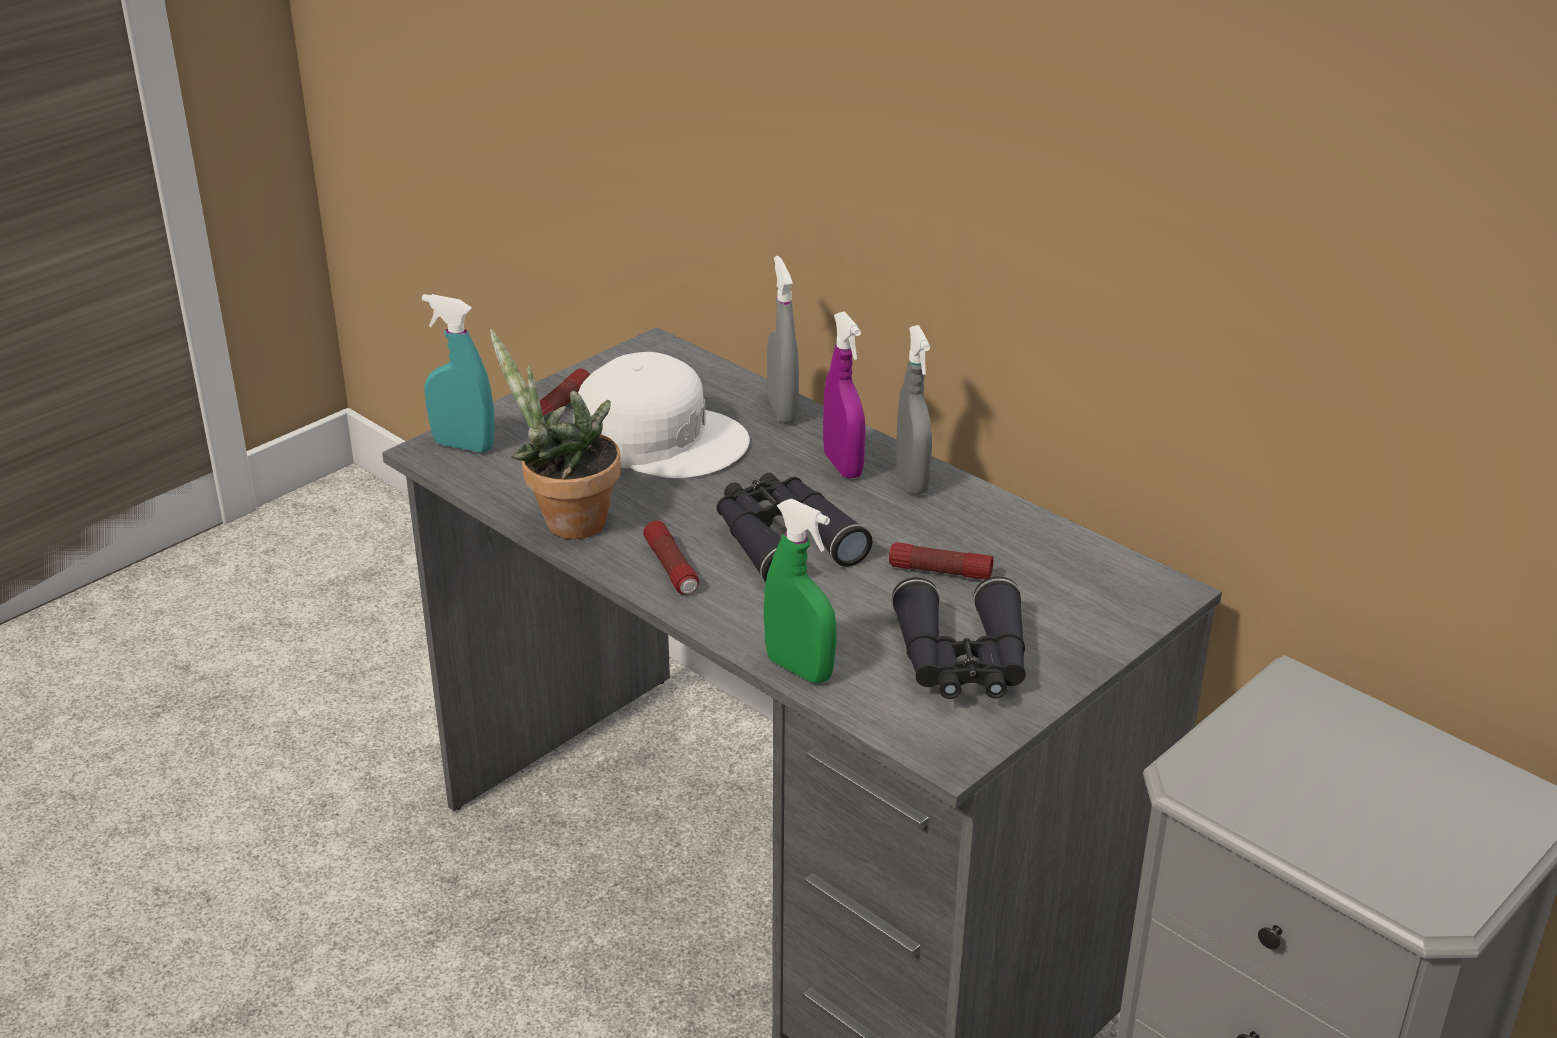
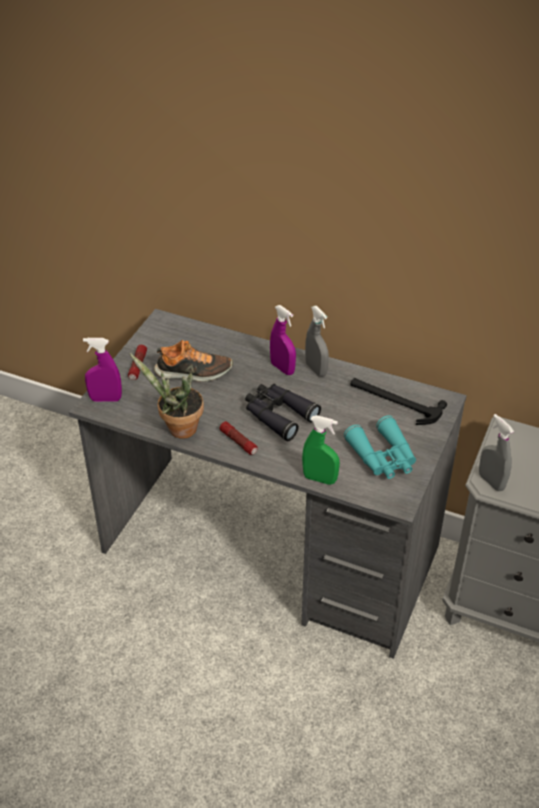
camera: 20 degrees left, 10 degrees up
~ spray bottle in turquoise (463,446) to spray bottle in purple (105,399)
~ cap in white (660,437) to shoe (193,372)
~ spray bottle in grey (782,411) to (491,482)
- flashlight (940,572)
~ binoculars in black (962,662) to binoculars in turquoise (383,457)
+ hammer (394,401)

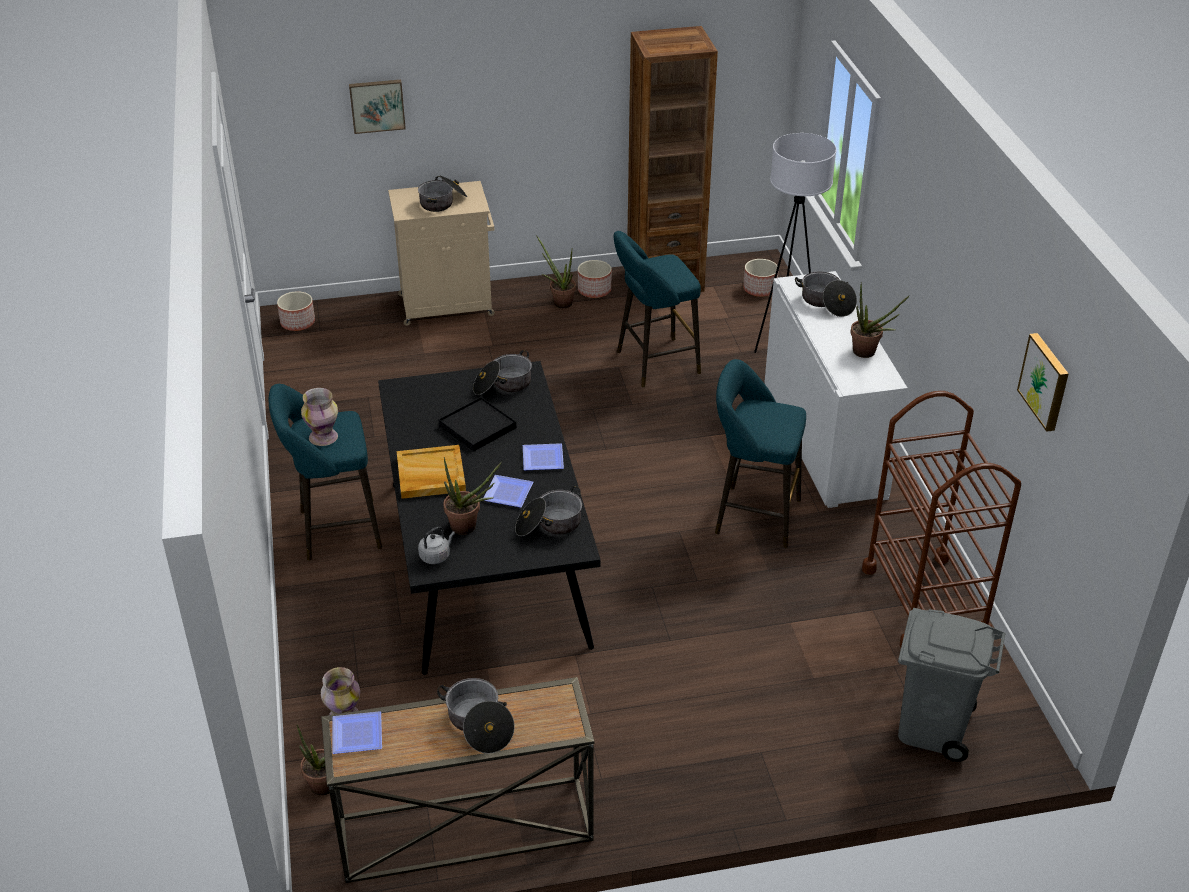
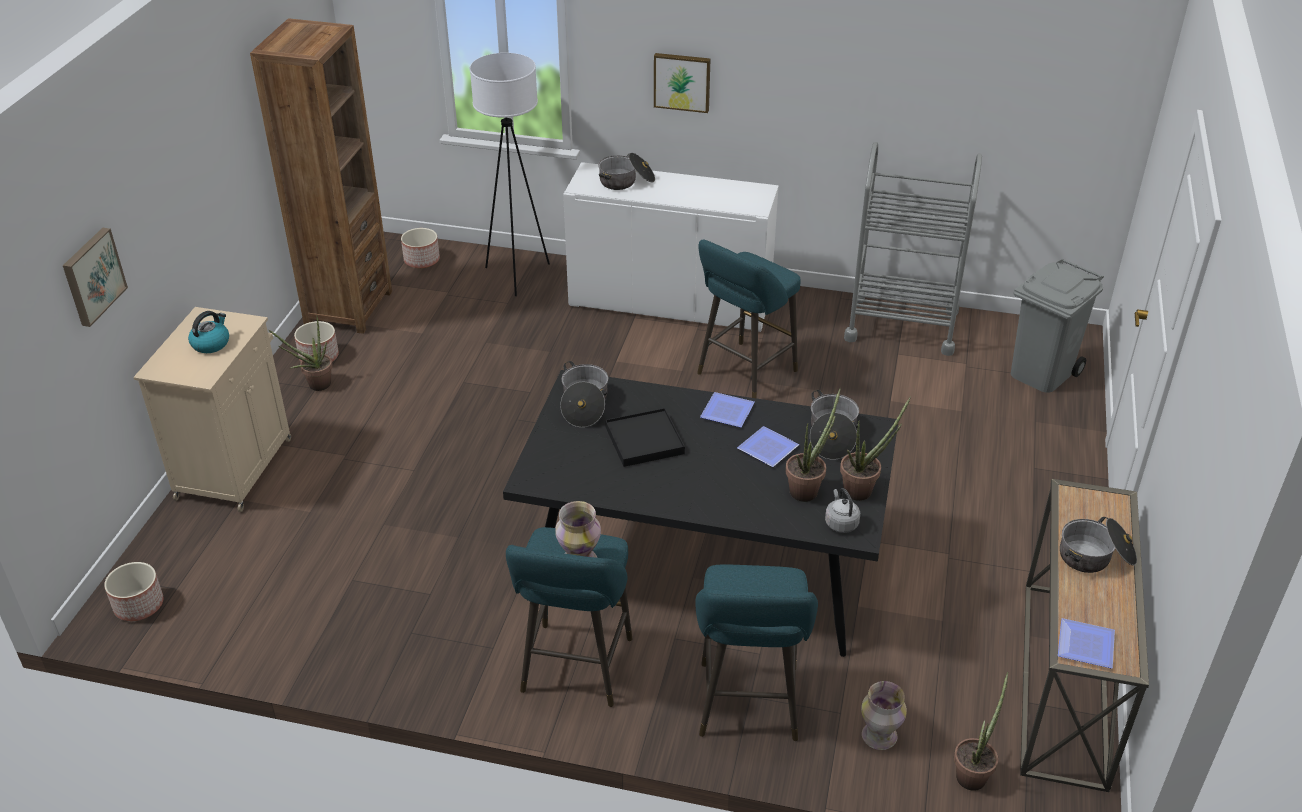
camera: 65 degrees left, 0 degrees up
- tray in beige (430,475)
~ cooking pot (443,202) to kettle (211,343)
~ stool in turquoise (653,363) to (748,707)
~ potted plant (868,353) to (863,489)
~ cart in brown (924,601) to cart in grey (901,325)
~ picture (1046,381) to (682,81)

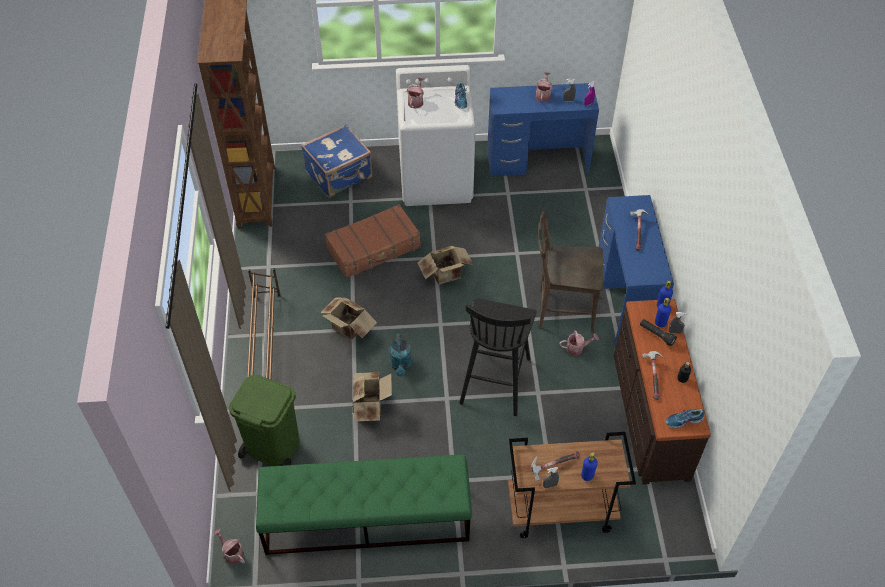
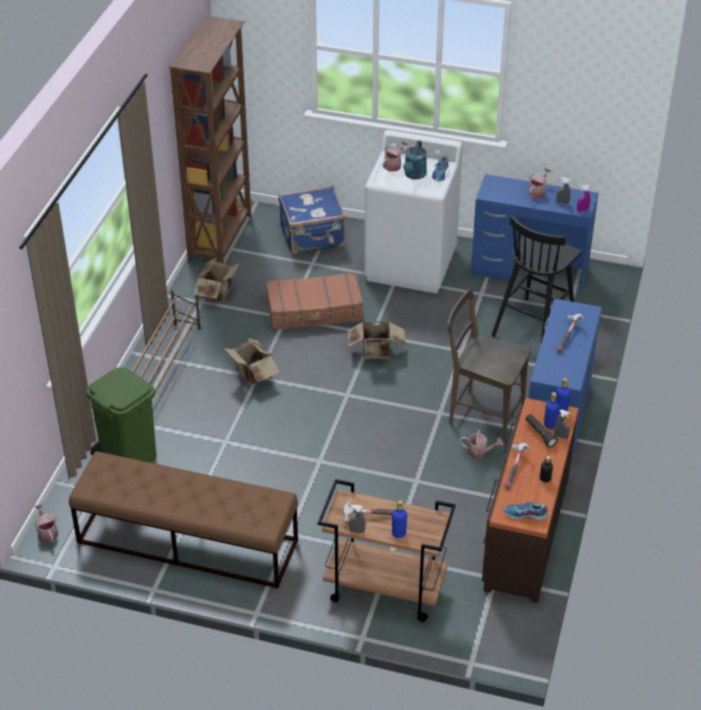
camera: 20 degrees right, 10 degrees down
~ bench in green (366,519) to bench in brown (186,541)
~ cardboard box (370,404) to (218,293)
~ watering can in turquoise (401,366) to (414,175)
~ stool in black (495,379) to (534,326)

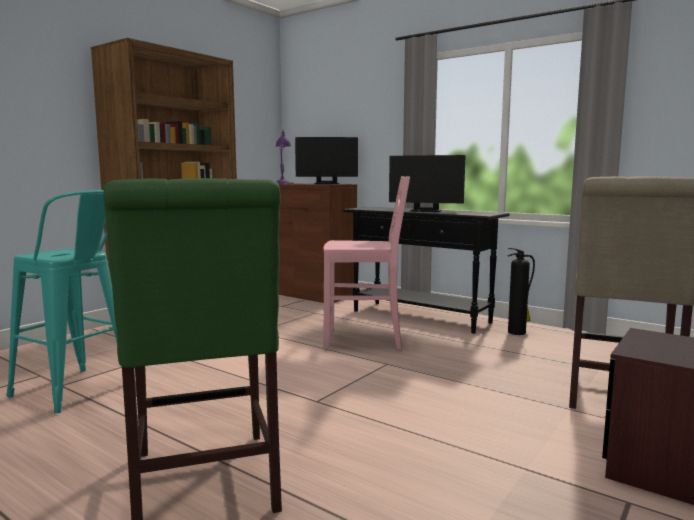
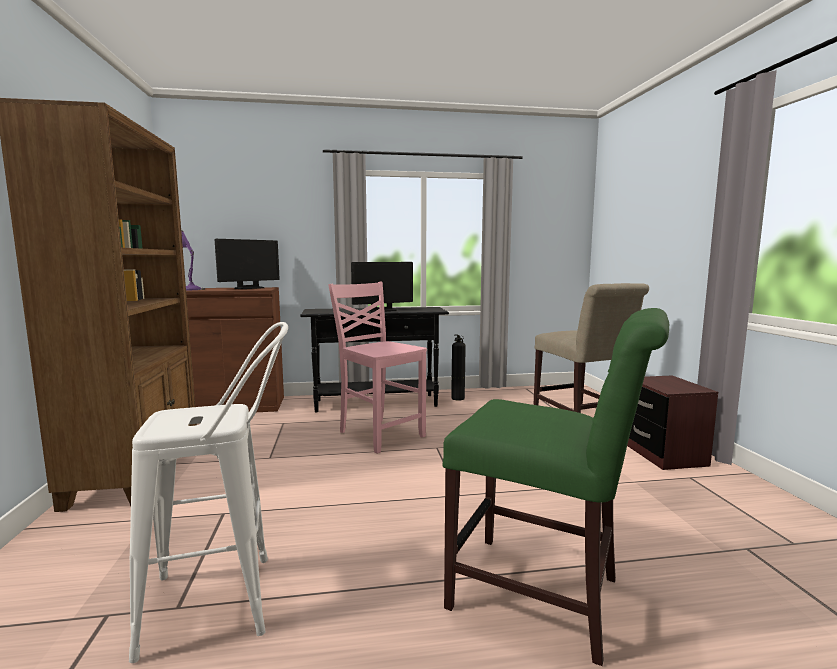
camera: 45 degrees left, 0 degrees up
~ stool in turquoise (79,392) to stool in white (227,601)
~ chair in pink (365,340) = (380,434) 90 degrees counterclockwise

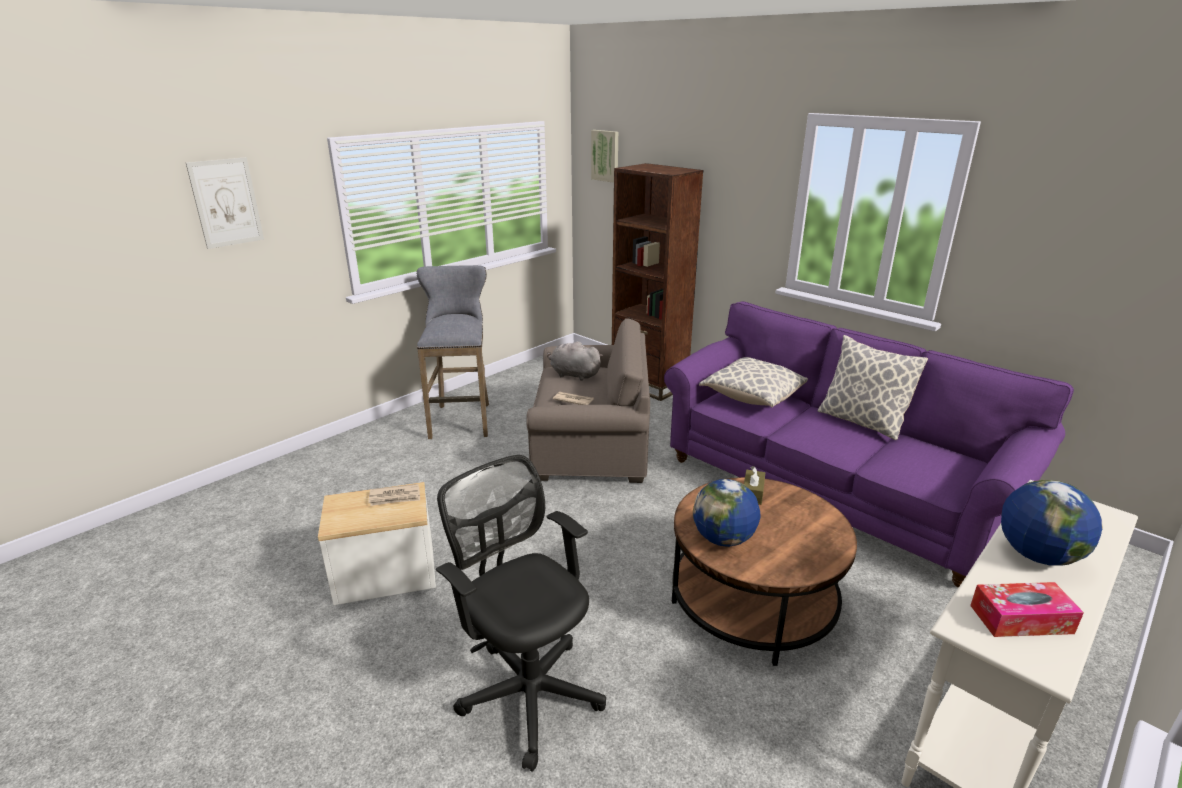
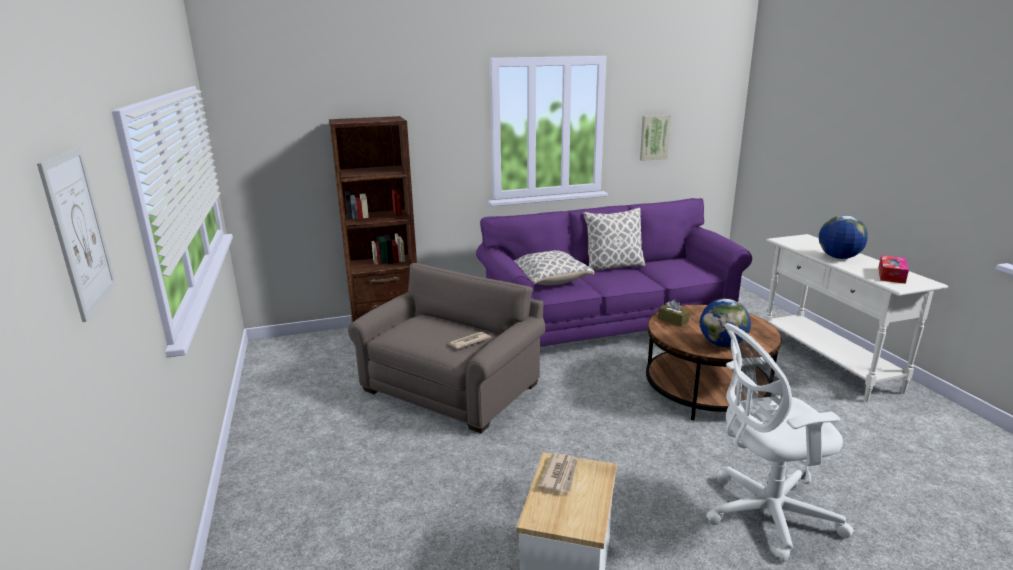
camera: 60 degrees left, 5 degrees down
- stool in grey (461,418)
~ office chair in black (527,689) to office chair in white (764,515)
- plush toy in grey (573,374)
~ picture (606,156) to (654,137)

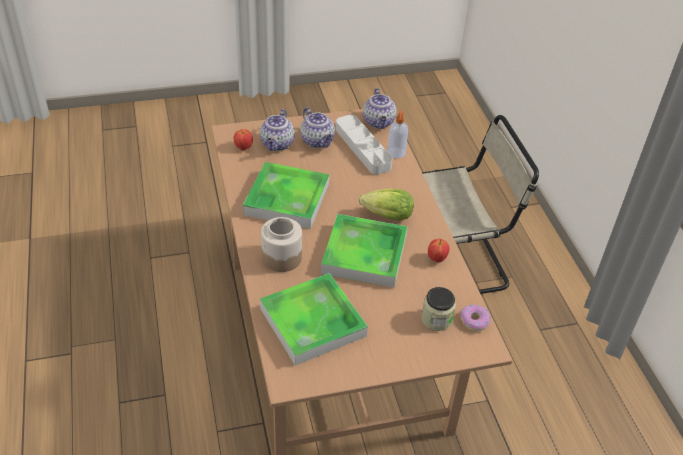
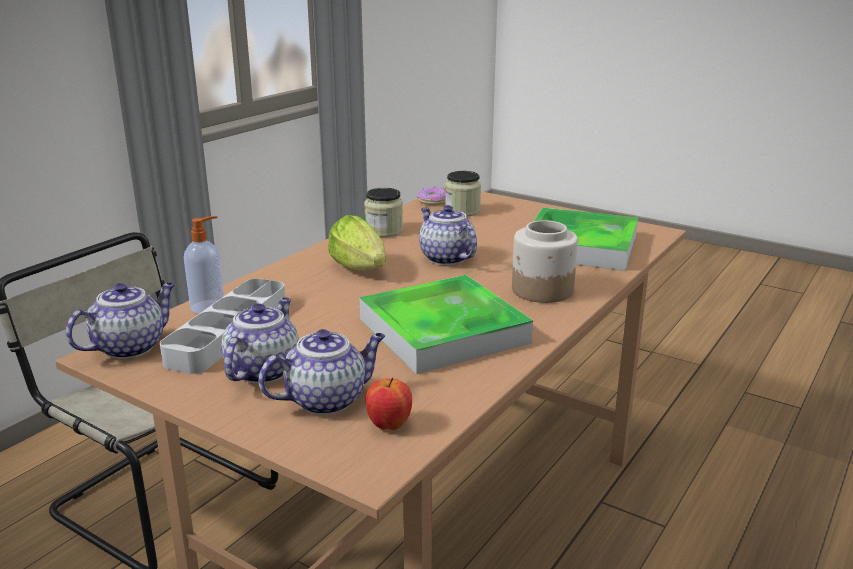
camera: 130 degrees left, 20 degrees down
~ tray (364,254) to teapot (445,258)
~ apple (436,259) to jar (384,231)

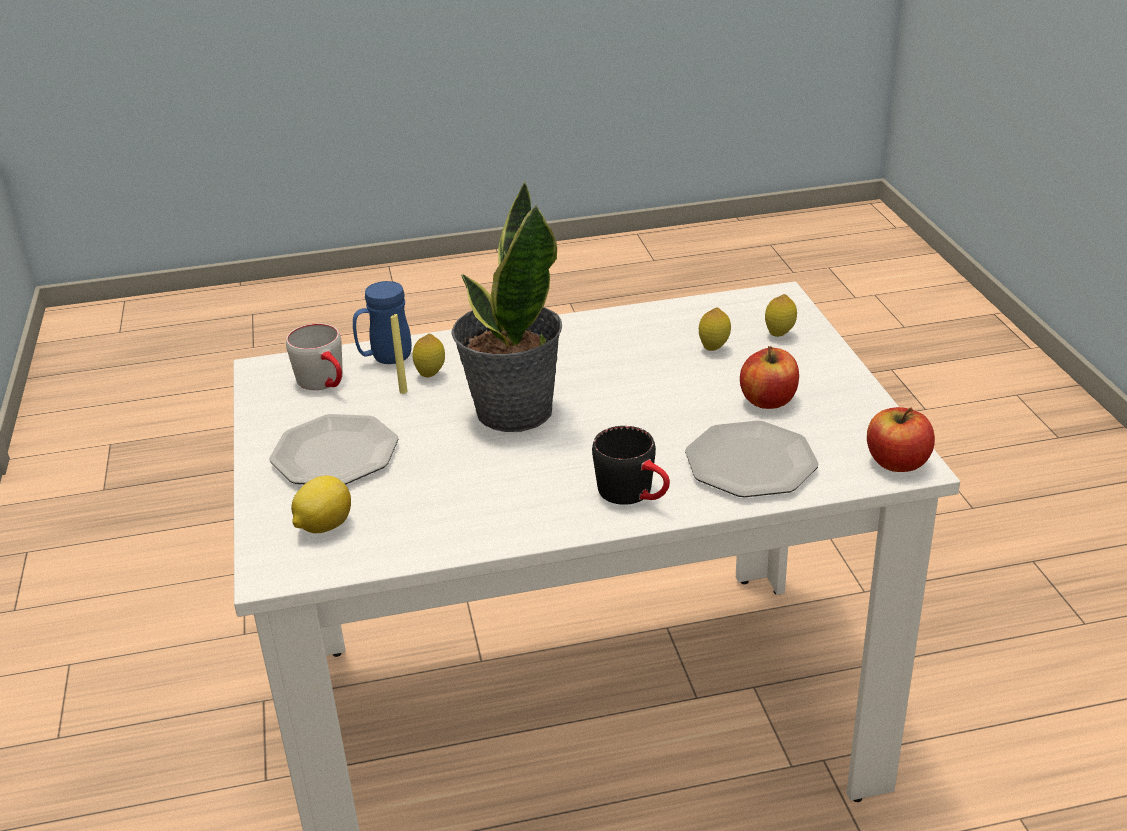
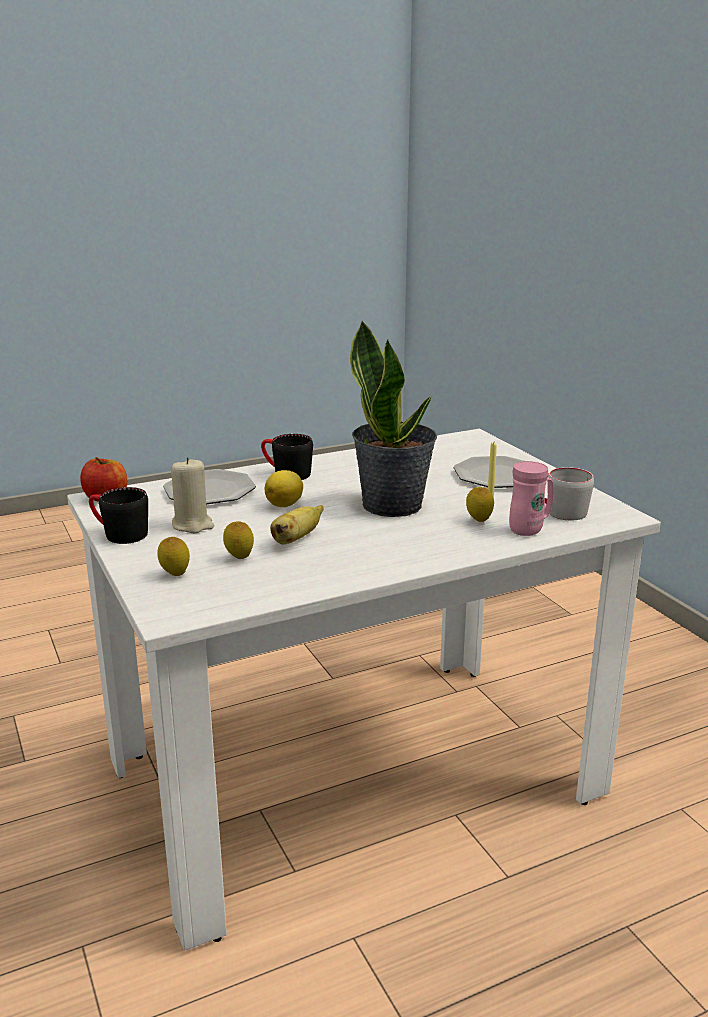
camera: 165 degrees right, 10 degrees down
~ lemon (323,526) to (285,505)
~ mug in blue (385,359) to mug in pink (530,529)
~ apple (768,400) to candle in beige (192,525)
+ mug in black (118,533)
+ banana (296,539)

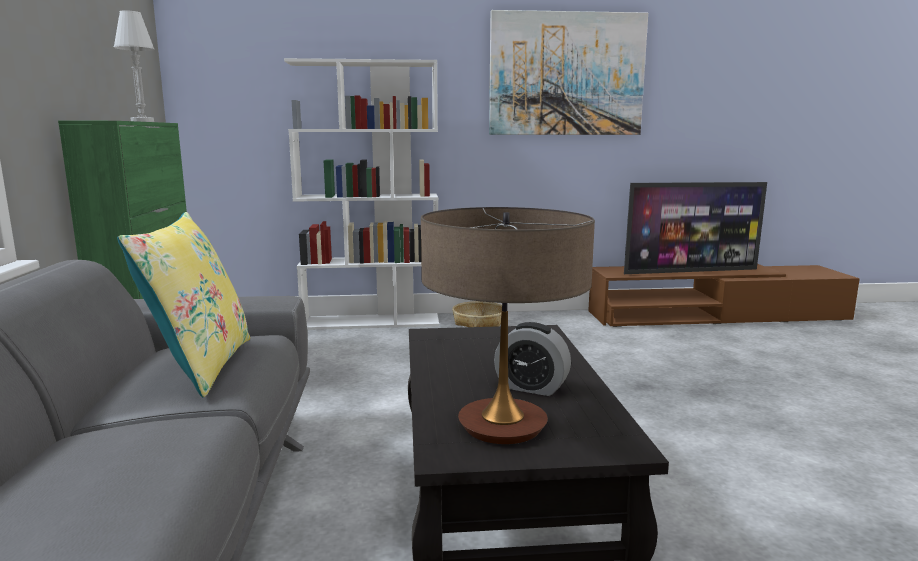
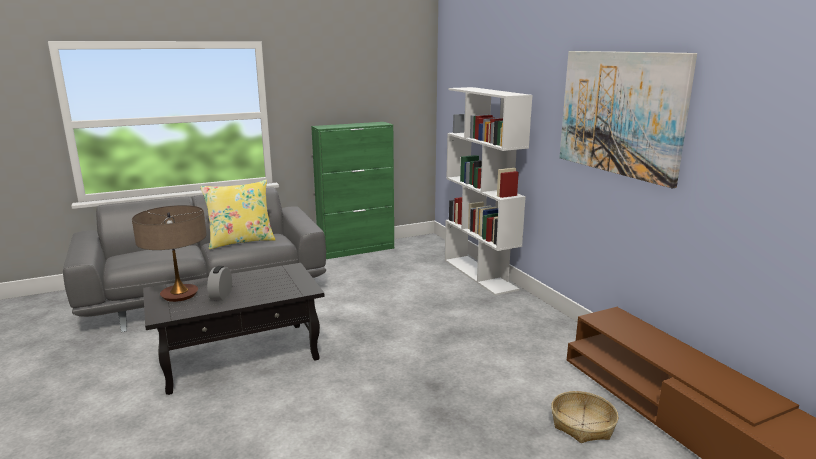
camera: 70 degrees right, 5 degrees up
- table lamp in white (142,121)
~ basket (479,322) to (583,424)
- television (690,271)

